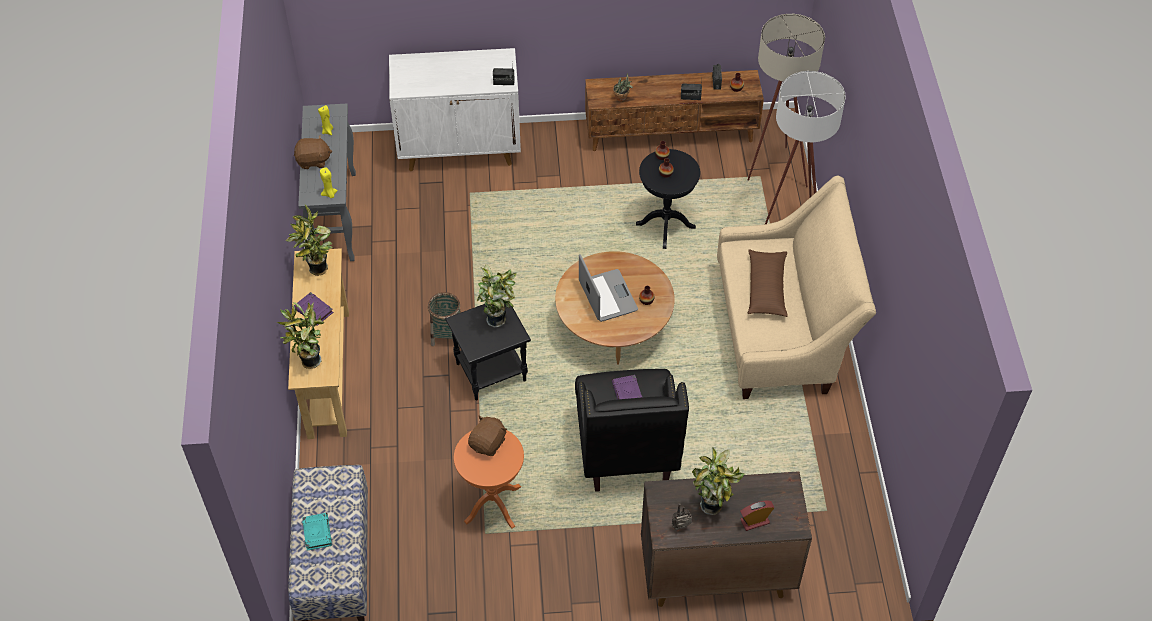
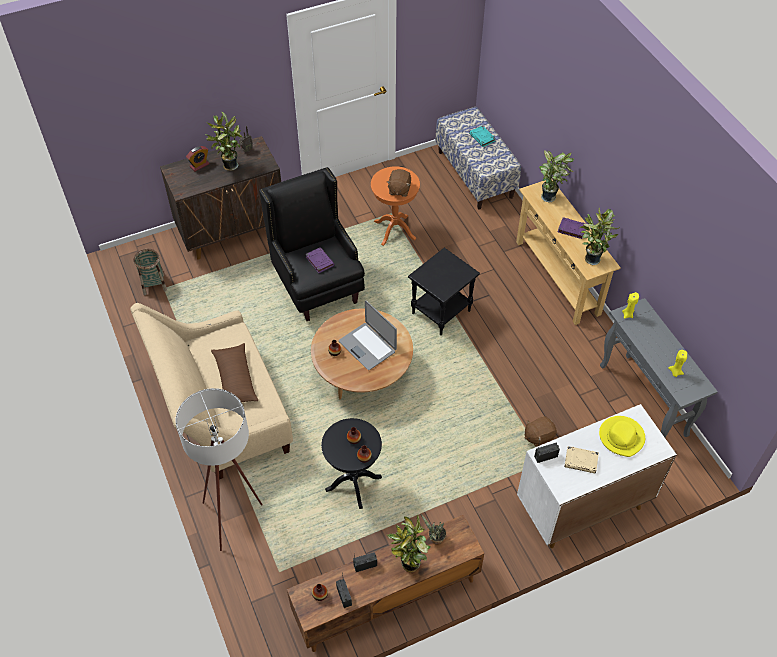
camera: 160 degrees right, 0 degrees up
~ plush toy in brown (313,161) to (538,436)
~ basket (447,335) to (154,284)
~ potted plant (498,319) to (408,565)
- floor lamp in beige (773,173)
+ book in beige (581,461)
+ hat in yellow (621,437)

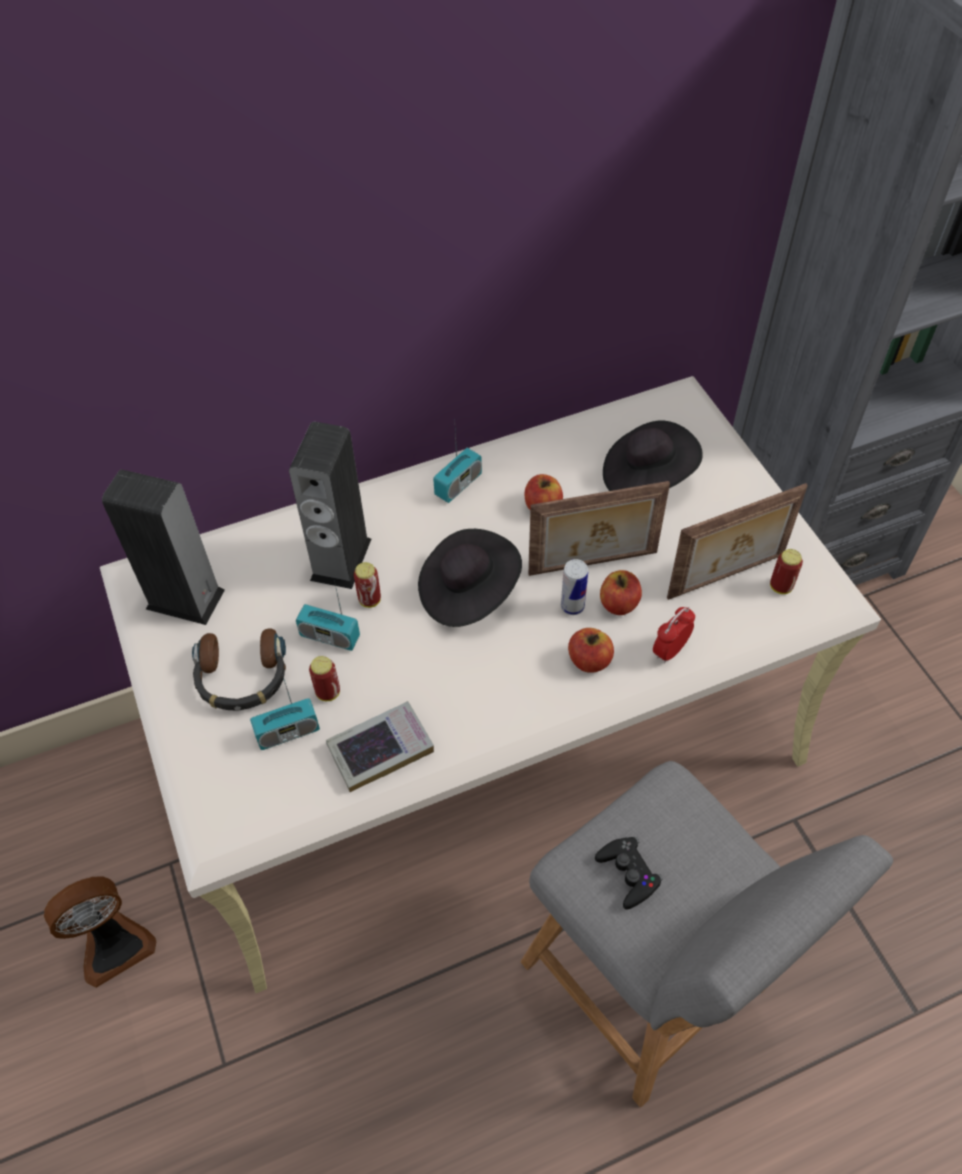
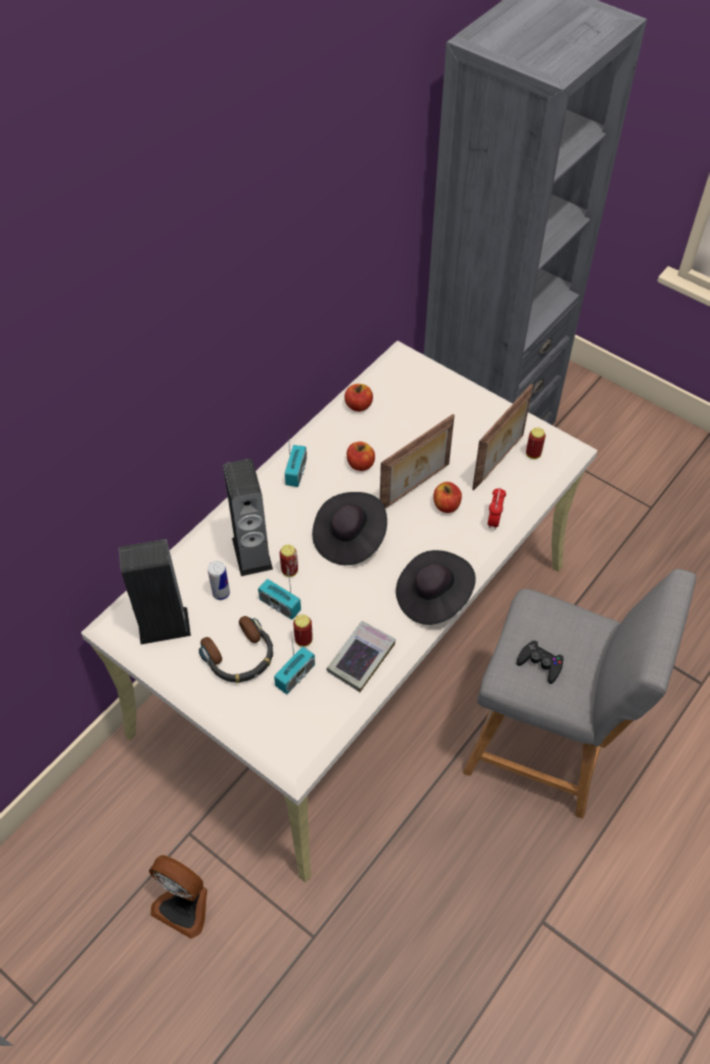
camera: 30 degrees left, 0 degrees up
~ fan (114,943) = (184,905) 90 degrees clockwise
~ radio (330,636) = (280,605) 45 degrees clockwise
~ can (572,606) to (221,593)
~ apple (589,660) to (358,405)
~ hat in black (646,476) to (432,597)

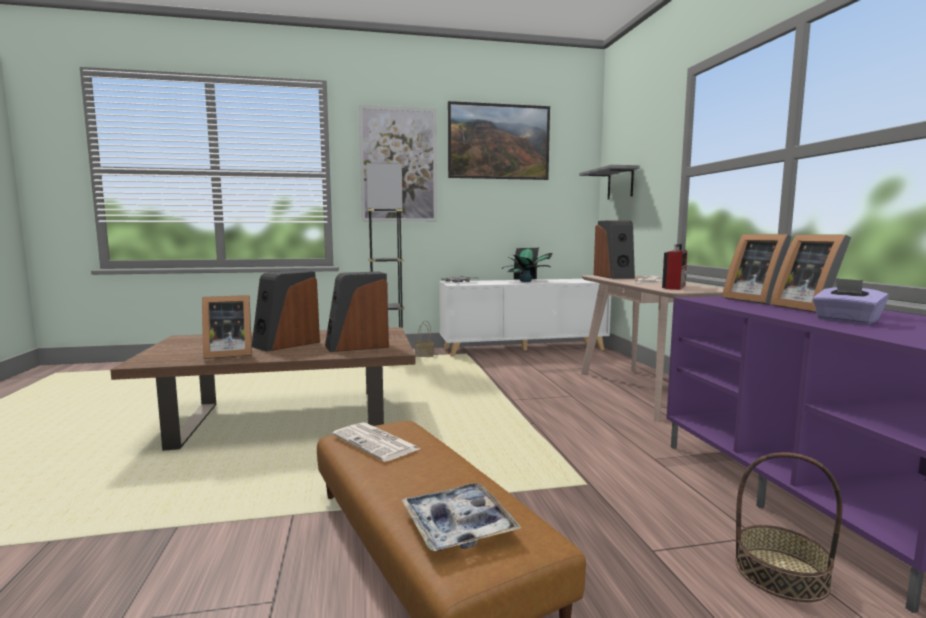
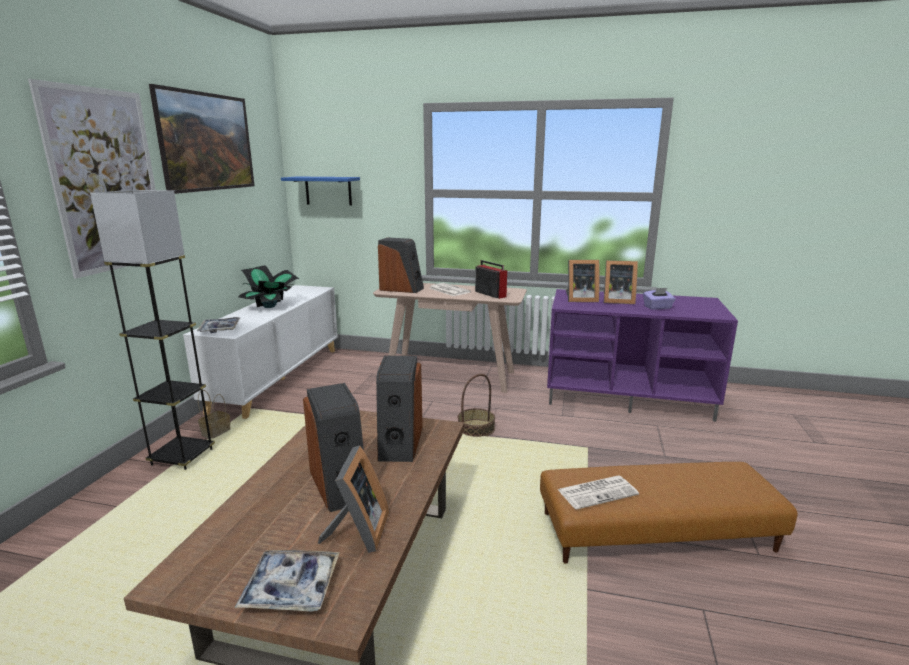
camera: 65 degrees left, 10 degrees up
~ tray (458,526) to (291,587)
~ shelf in grey (620,183) to shelf in blue (328,191)
~ basket (781,573) to (476,428)

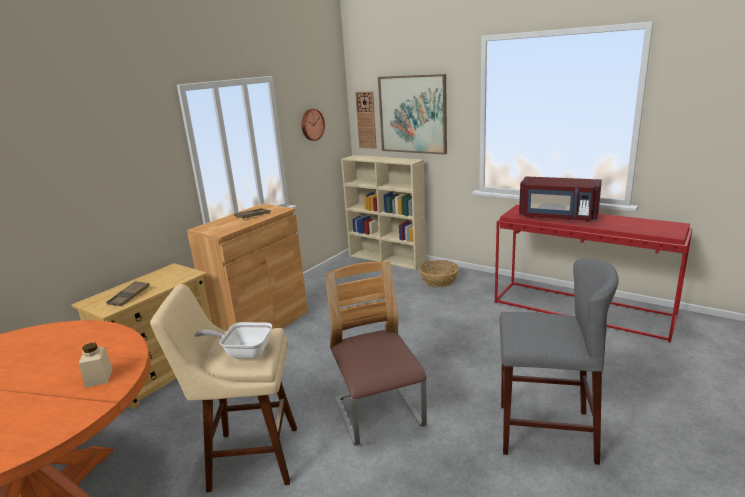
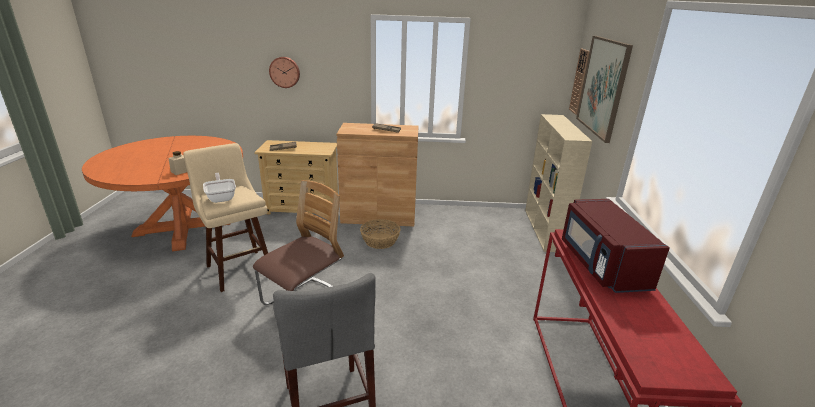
camera: 55 degrees right, 5 degrees up
~ wall clock (312,124) to (285,72)
~ basket (439,280) to (380,241)

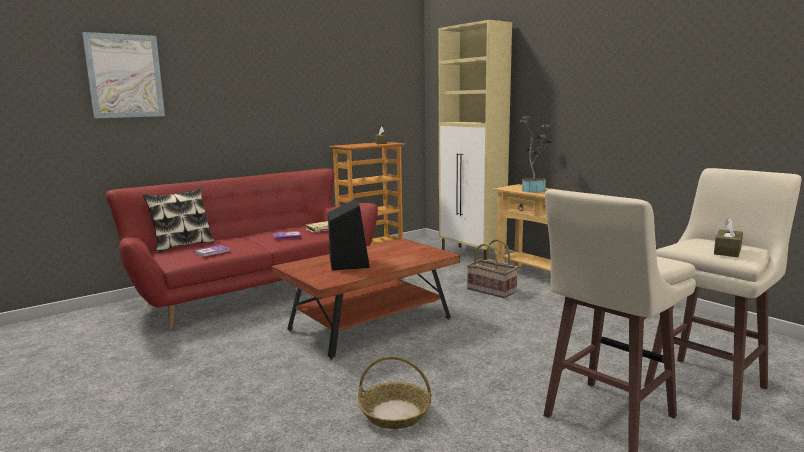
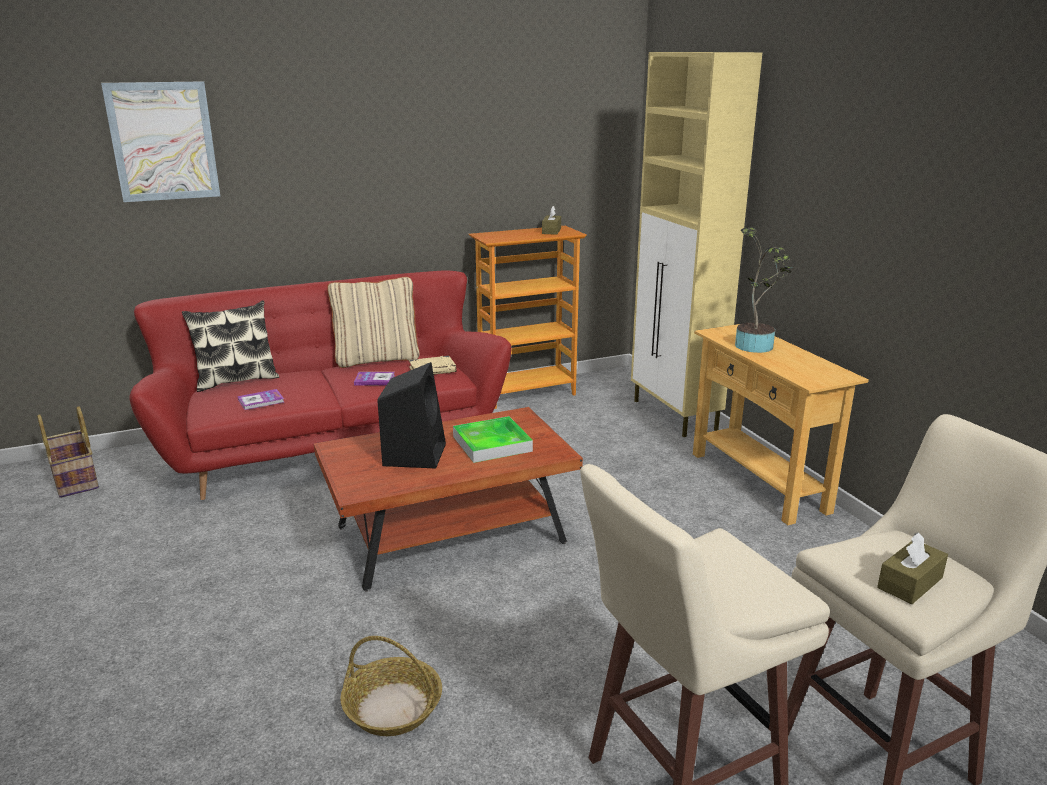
camera: 15 degrees right, 10 degrees up
~ basket (492,290) to (76,480)
+ pillow in beige (377,359)
+ tray (492,444)

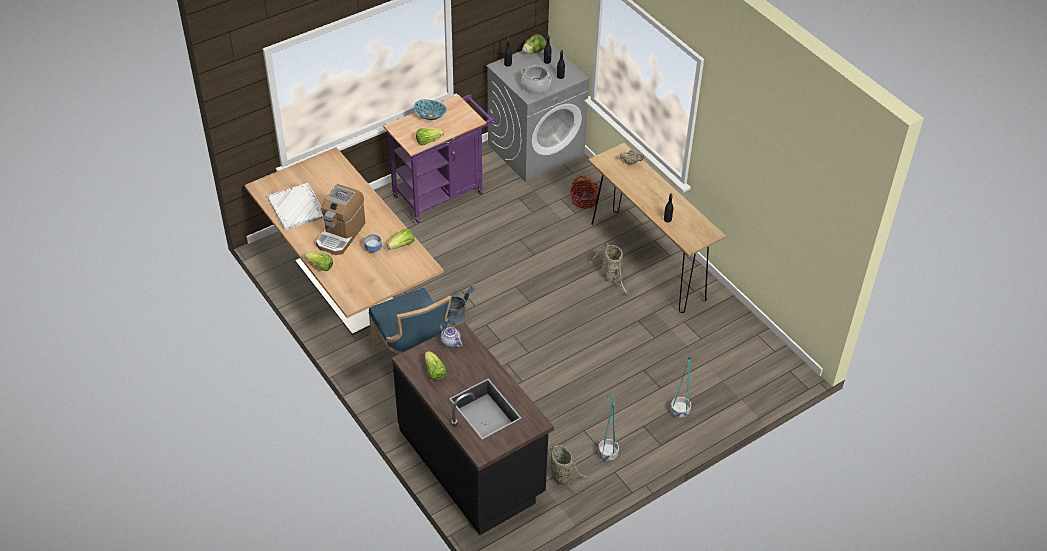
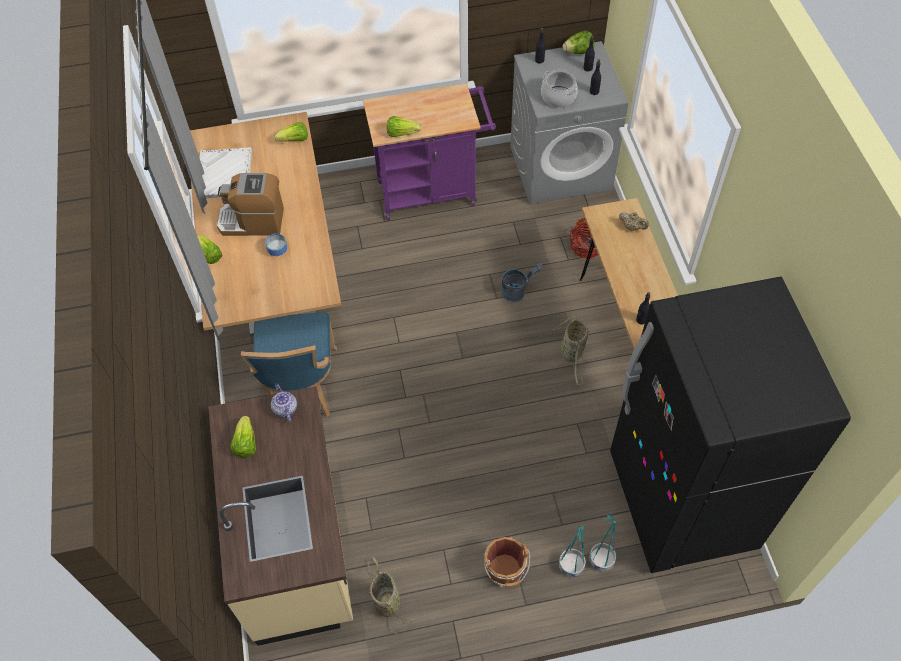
camera: 25 degrees right, 10 degrees up
~ coffee machine (340,234) = (252,221) 45 degrees clockwise
~ lettuce (402,245) to (294,140)
~ counter in black (472,462) to counter in beige (297,544)
- bowl (430,116)
~ bucket in grey (458,315) to (517,292)
~ planter in turquoise (607,453) to (600,560)
+ bucket in brown (505,572)
+ fridge in black (681,501)

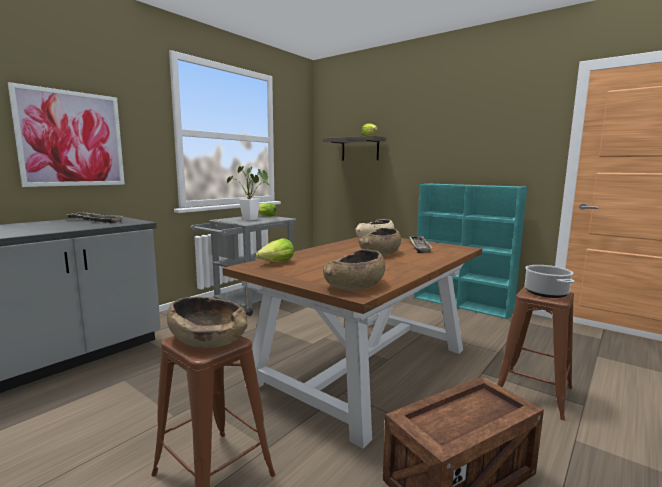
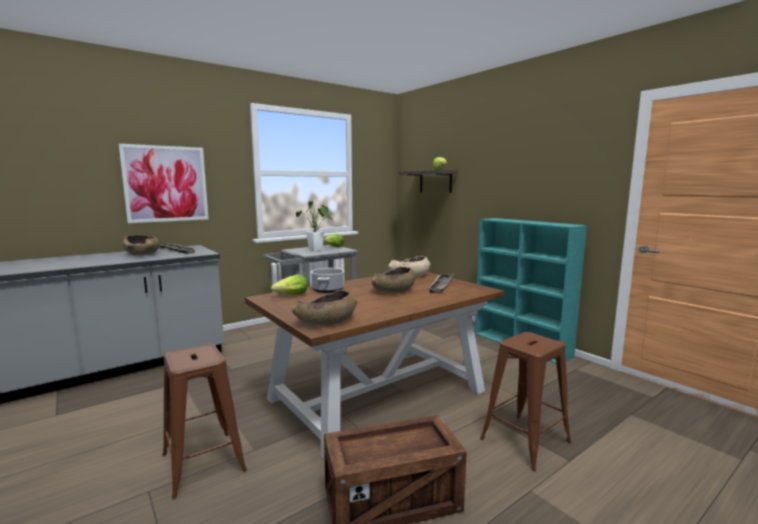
camera: 15 degrees right, 0 degrees up
~ bowl in brown (208,340) to (142,254)
~ cooking pot (546,293) to (328,290)

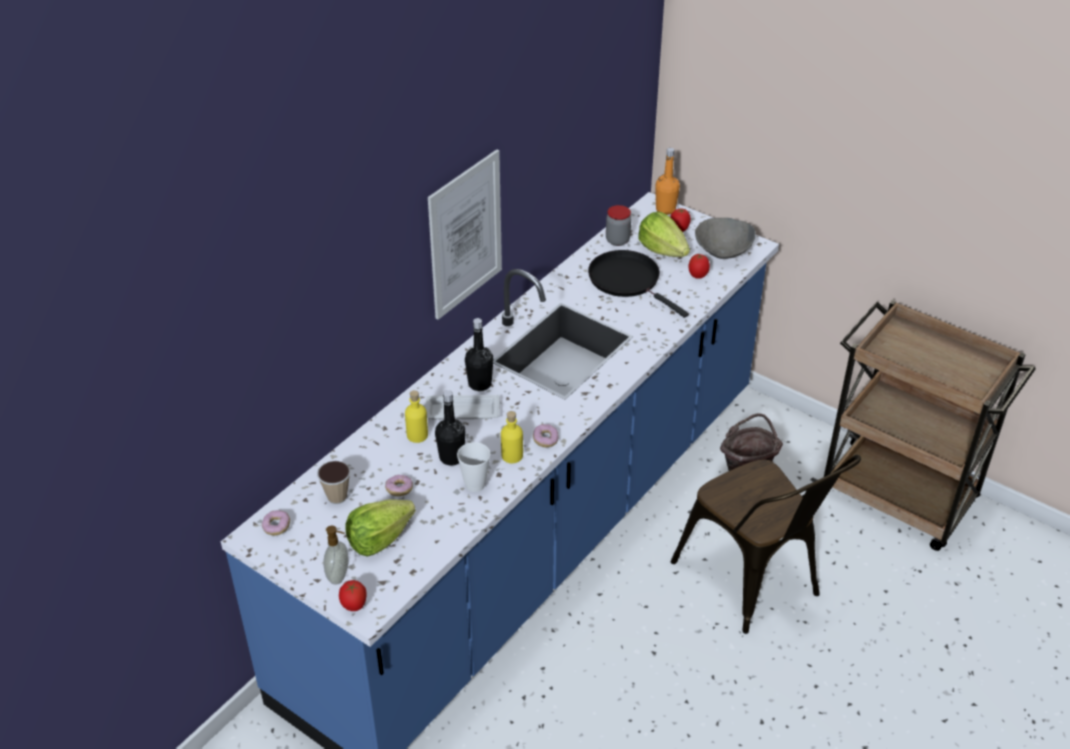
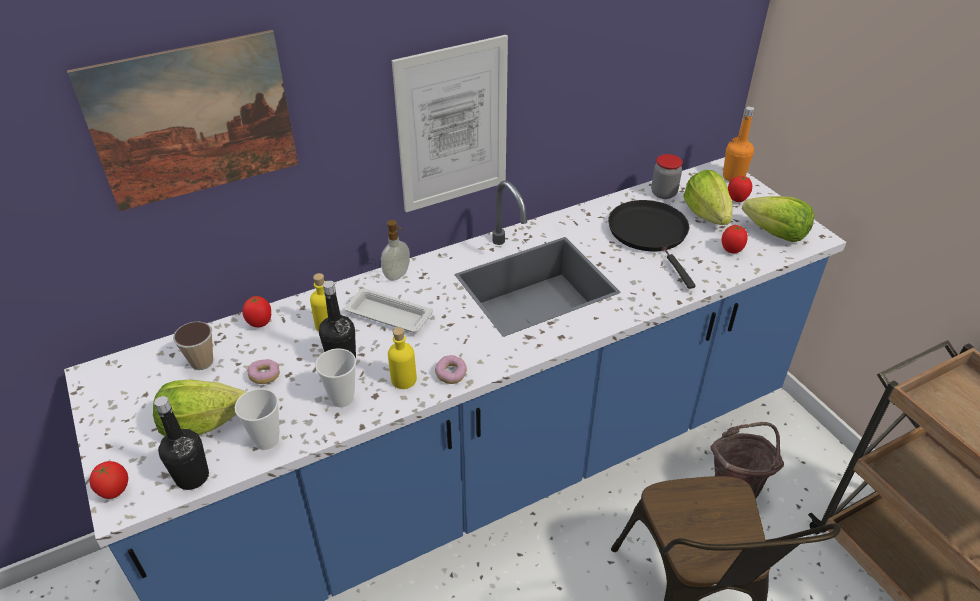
camera: 25 degrees right, 0 degrees up
- donut (276,527)
~ soap dispenser (339,575) to (397,275)
~ bottle in black (480,384) to (192,477)
~ bowl in grey (723,252) to lettuce (775,234)
+ picture (193,121)
+ cup (267,440)
+ tomato (260,323)

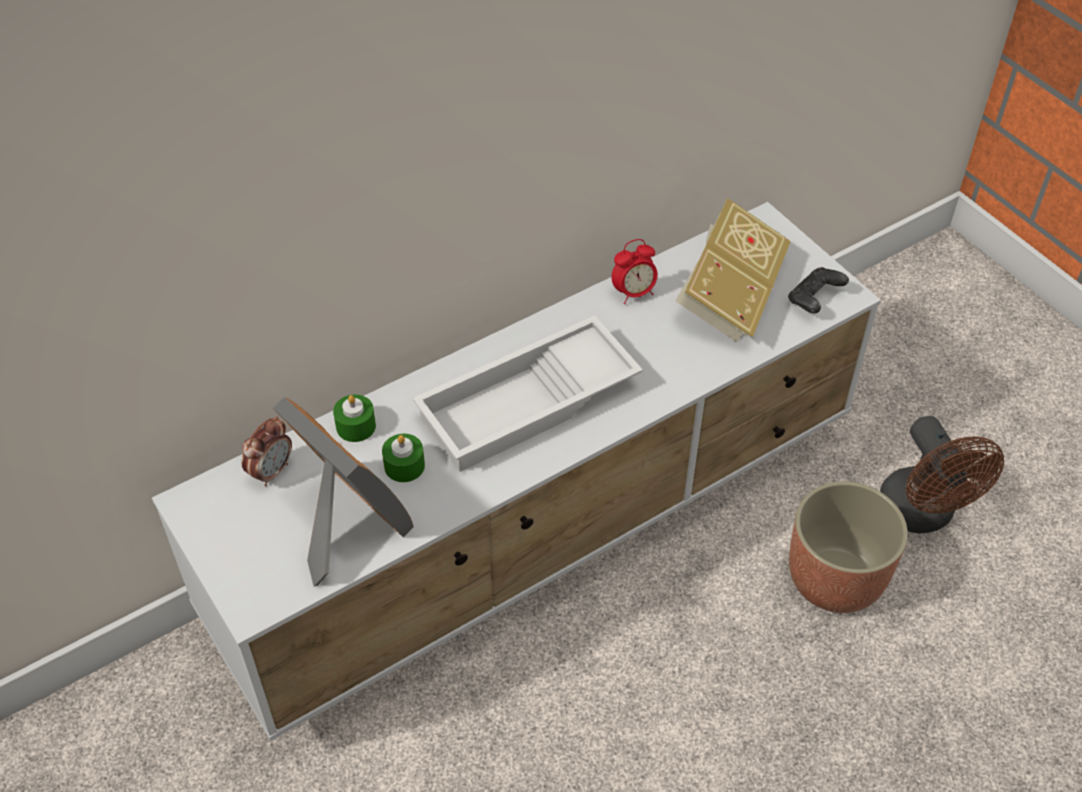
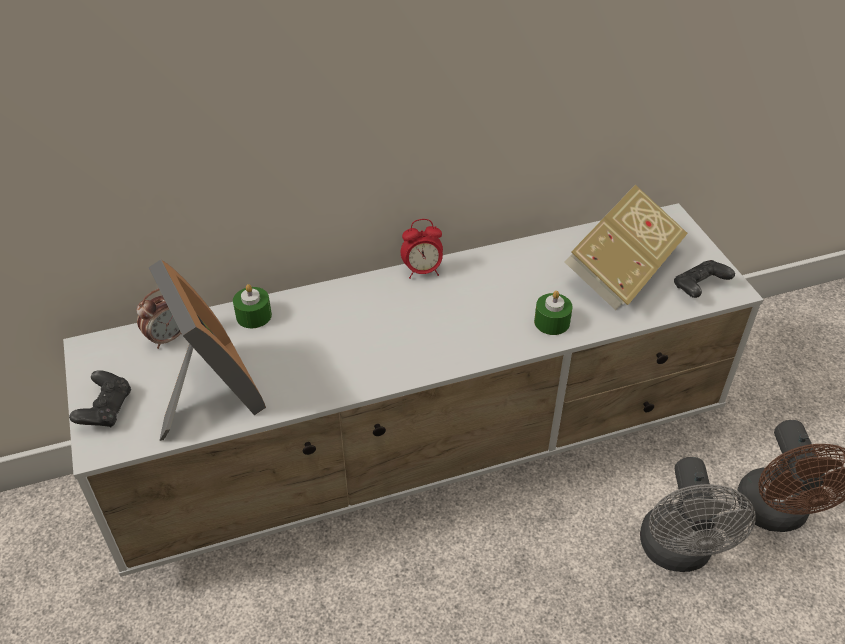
camera: 15 degrees right, 5 degrees down
~ candle in green (404,466) to (552,322)
- tray in white (528,406)
~ alarm clock (634,293) to (422,271)
~ planter (835,578) to fan in grey (678,553)
+ game controller in black (106,410)

